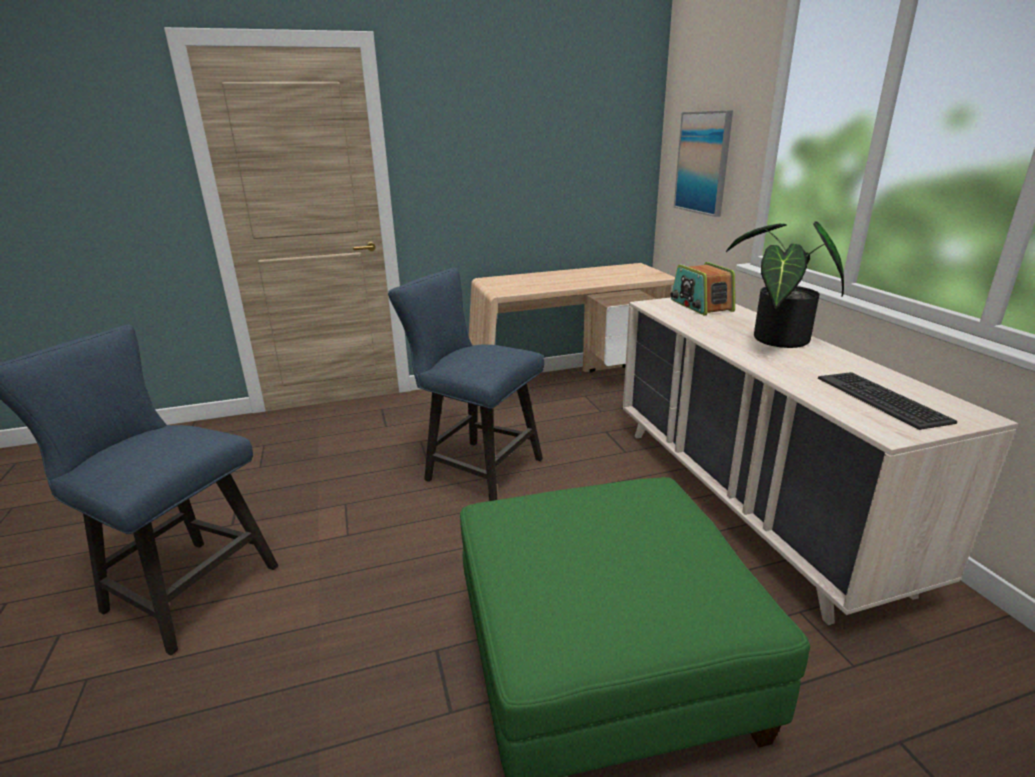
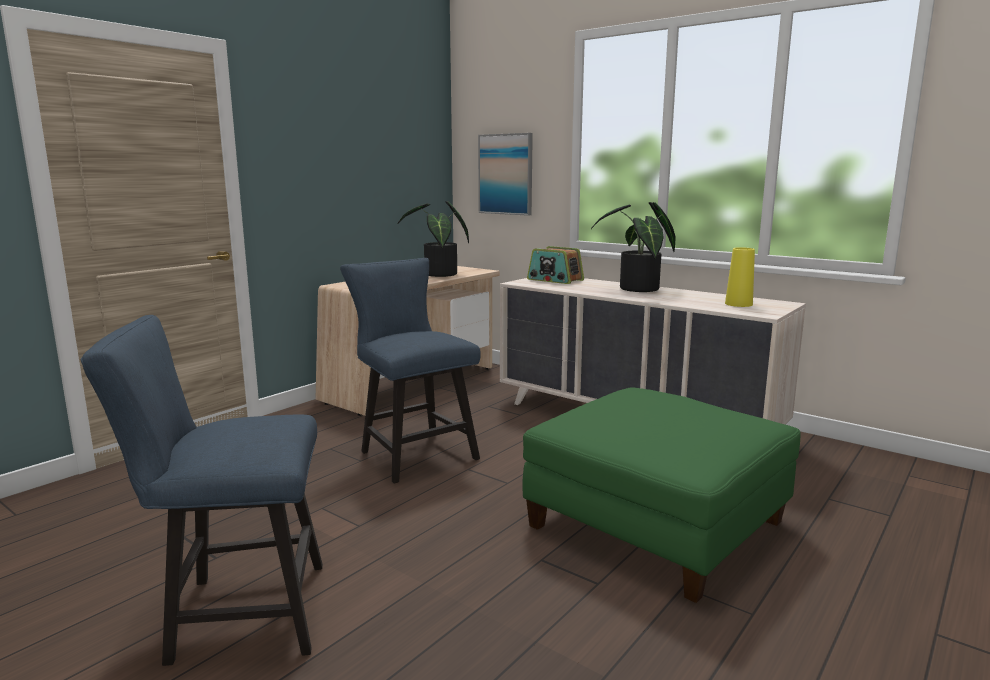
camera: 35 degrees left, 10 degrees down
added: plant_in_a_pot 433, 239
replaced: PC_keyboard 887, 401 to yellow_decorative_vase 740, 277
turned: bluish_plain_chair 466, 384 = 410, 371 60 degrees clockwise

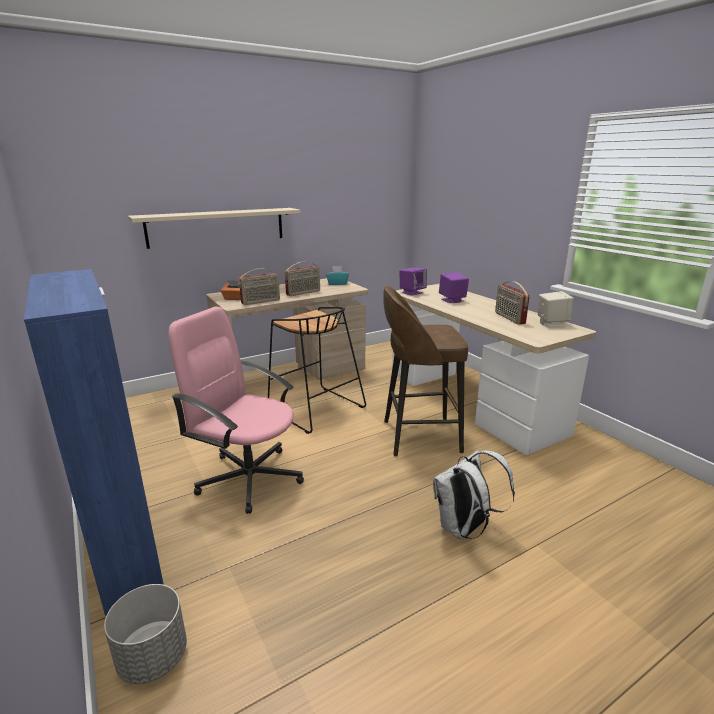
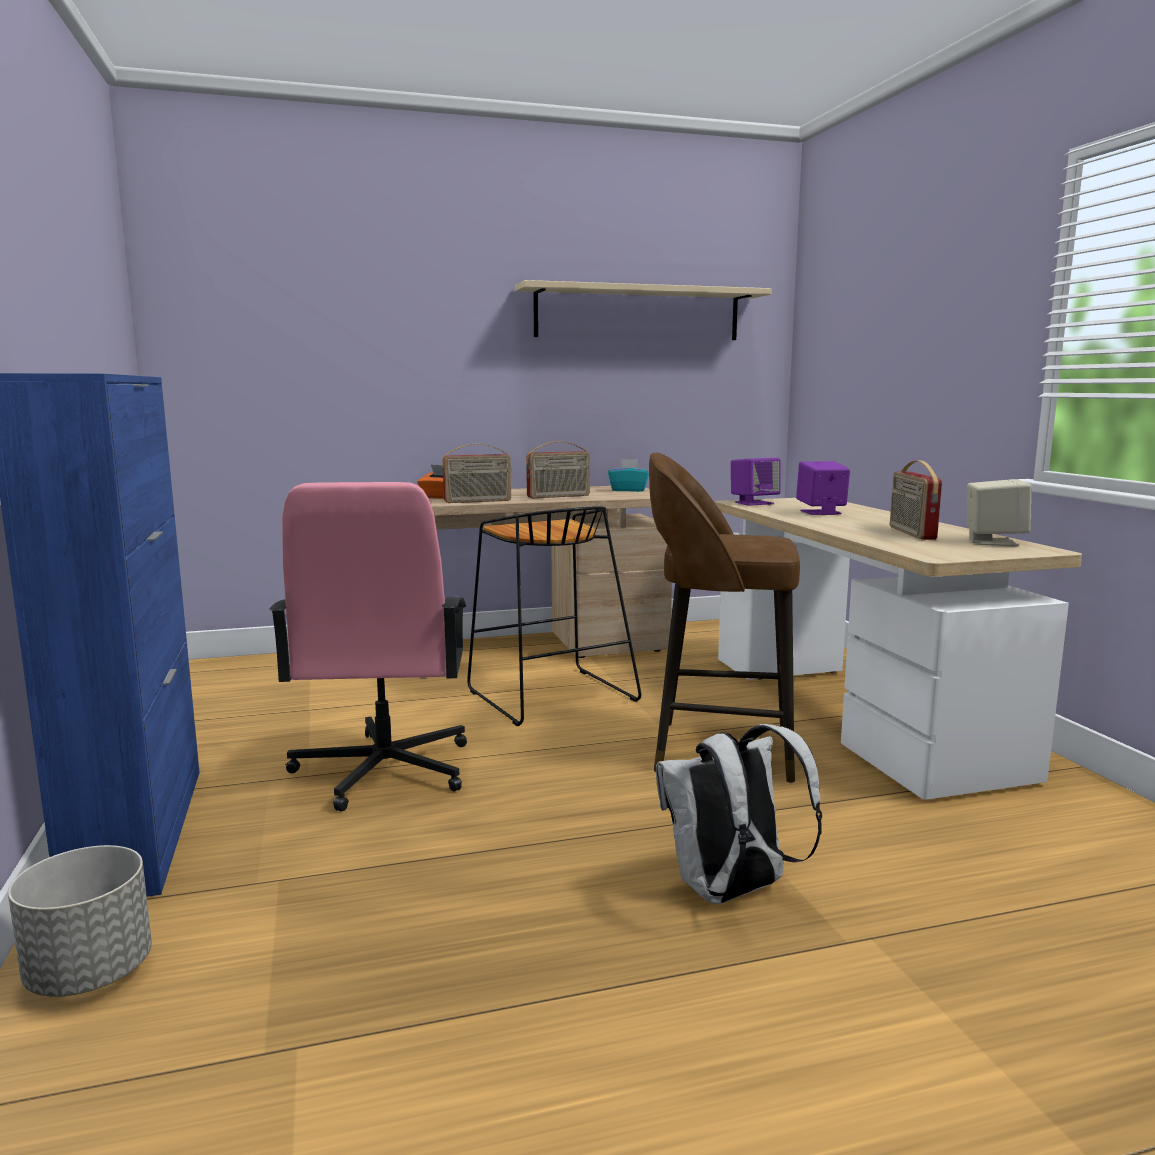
camera: 15 degrees right, 10 degrees down
moved: beige-coloured_wall_shelf 214, 228 to 643, 310
turned: pink-coloured_computer_chair 236, 410 = 368, 646 135 degrees counterclockwise

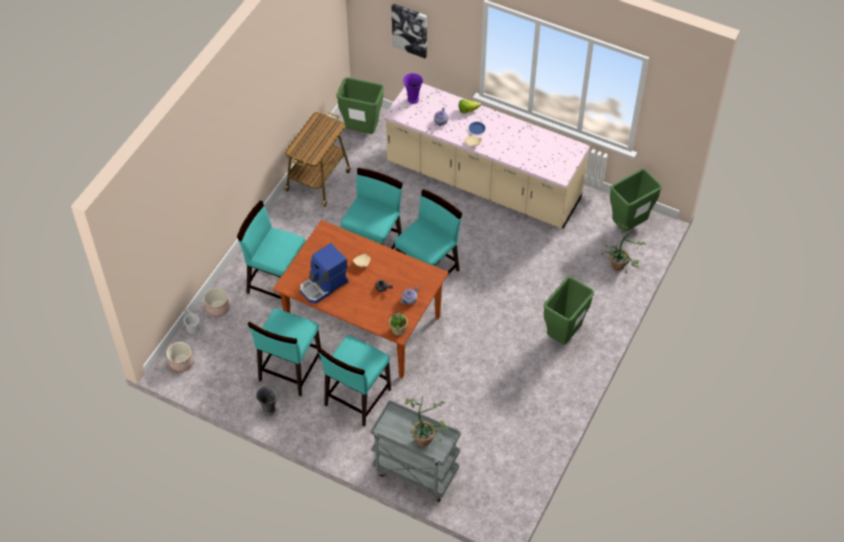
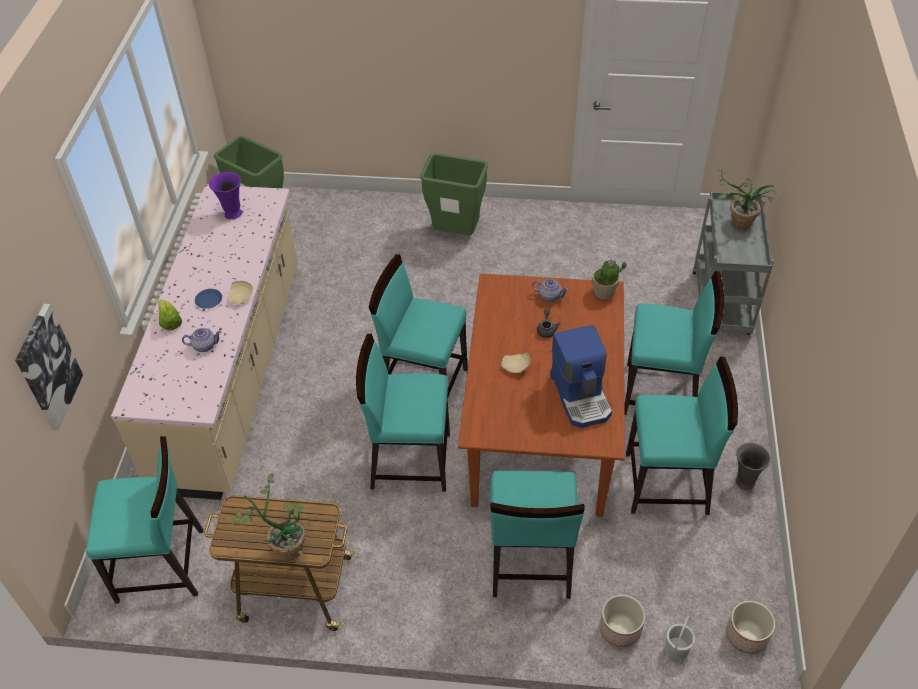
camera: 110 degrees left, 5 degrees down
moved: purple_decorative_vase 413, 88 to 225, 195; plant_in_a_pot 623, 248 to 272, 517
replaced: green-coloured_waste_bin 360, 105 to blue-green_plain_chair 144, 520
turned: coffee_machine 324, 273 = 581, 376 45 degrees clockwise

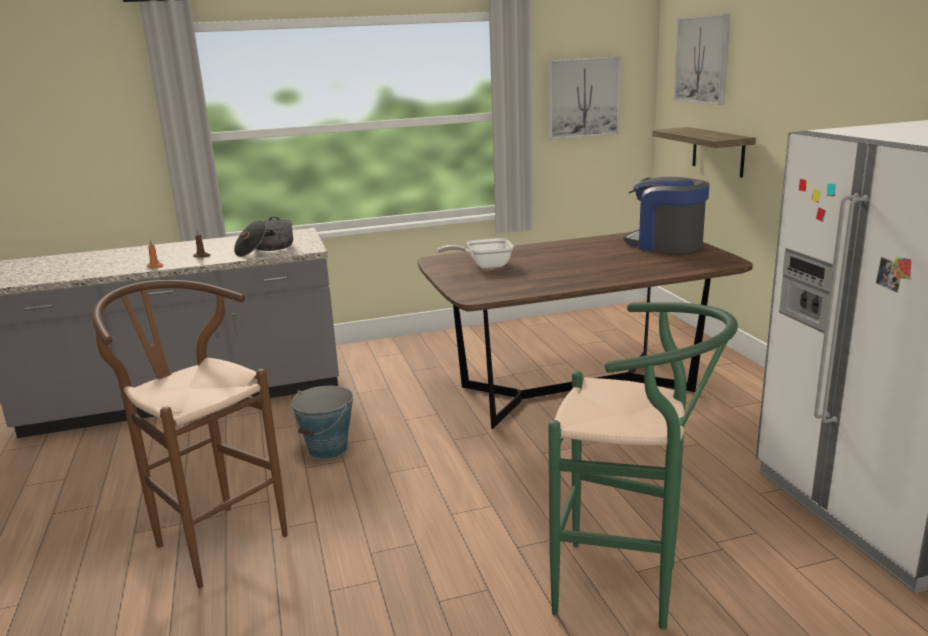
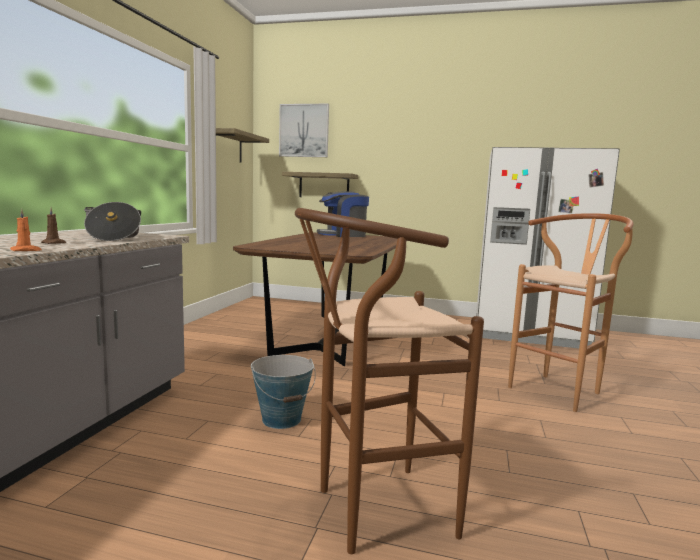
camera: 60 degrees left, 10 degrees down
removed: skillet 475, 253
replaced: picture 584, 98 to wall_shelf 242, 145
recoloured: green-coloured_stool 643, 466 to brownish_stool 570, 312

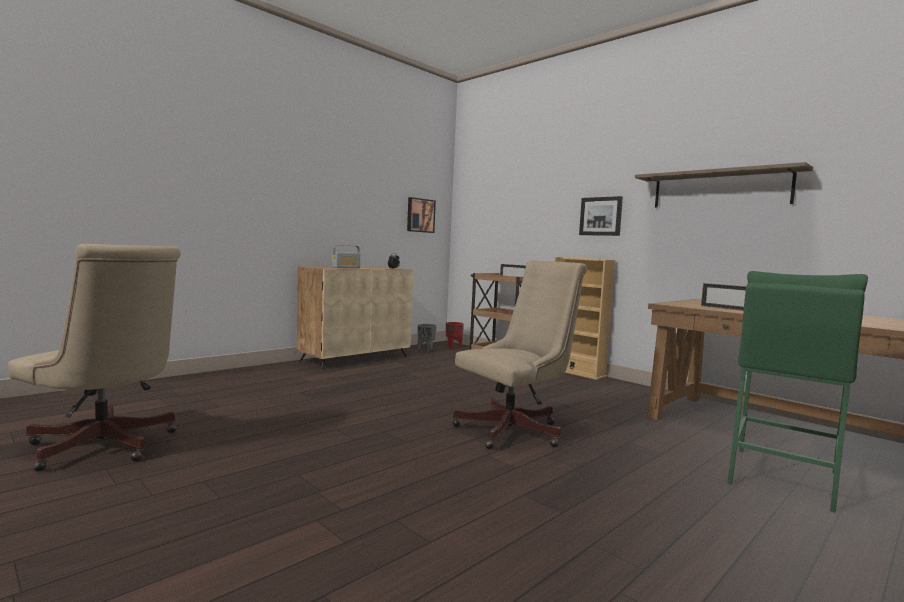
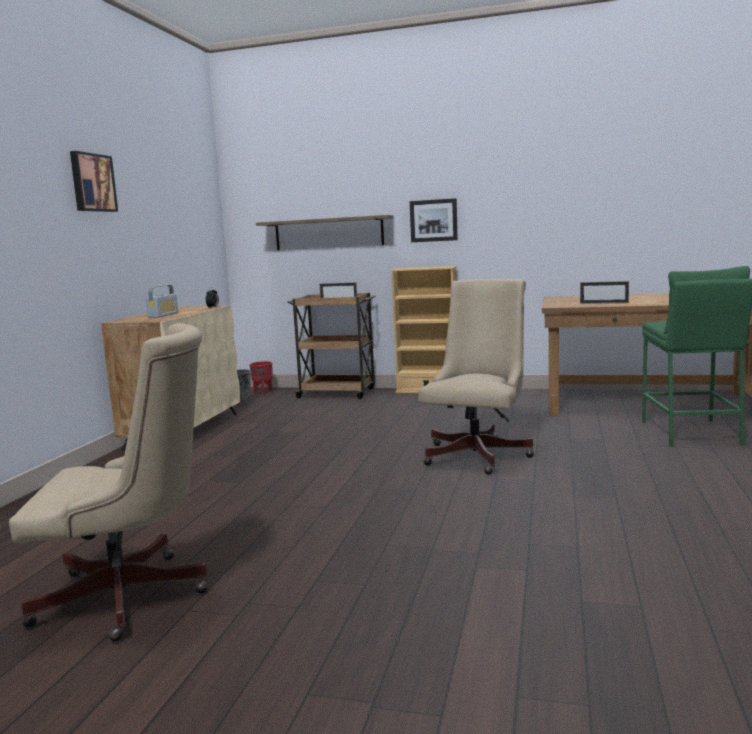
camera: 30 degrees left, 5 degrees up
moved: wall_shelf 724, 185 to 325, 232; picture 421, 215 to 94, 181

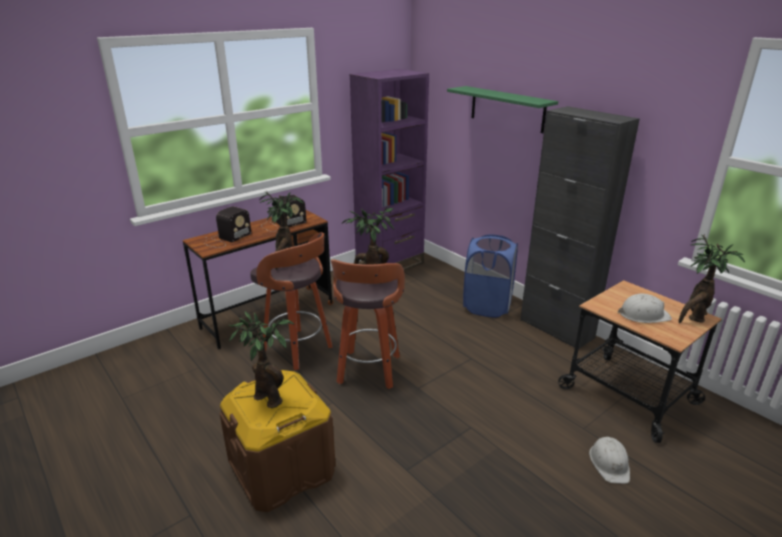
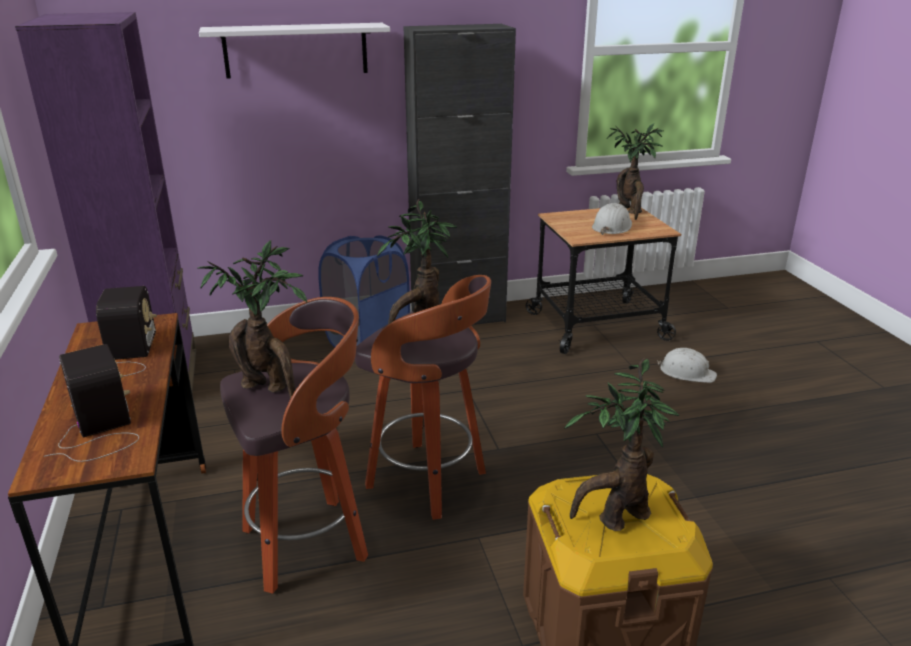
camera: 65 degrees left, 0 degrees up
recoloured: green-coloured_wall_shelf 502, 109 to white_wall_shelf 294, 50

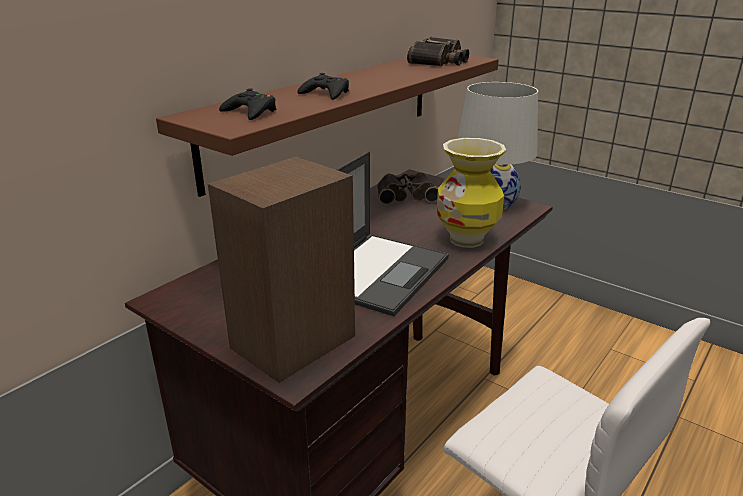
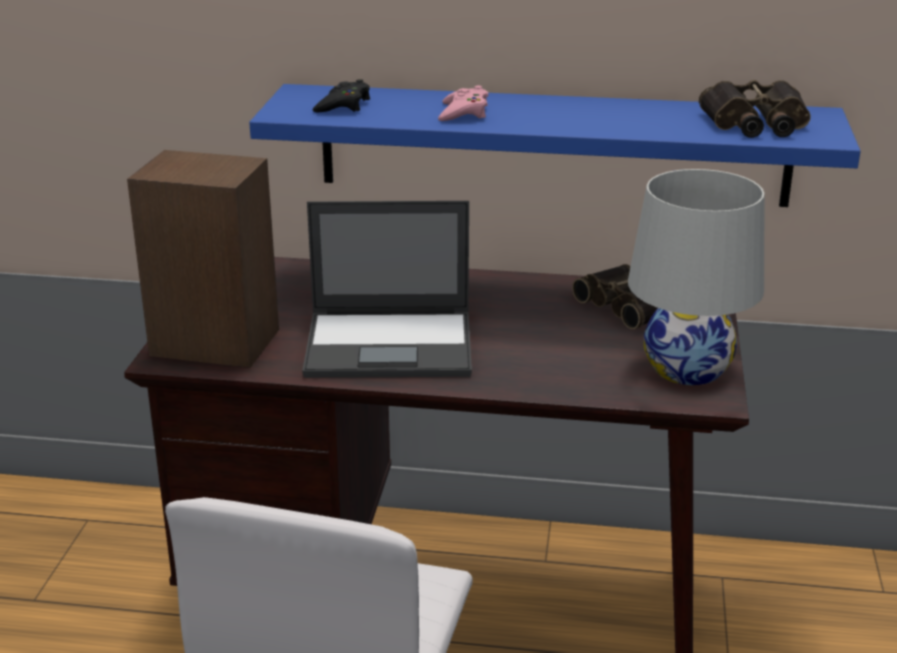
camera: 60 degrees right, 0 degrees up
removed: decorative_vase 471, 193
recoloured: brownish_wall_shelf 327, 126 to bluish_wall_shelf 555, 145; black-coloured_joypad 323, 86 to pink-coloured_joypad 463, 103

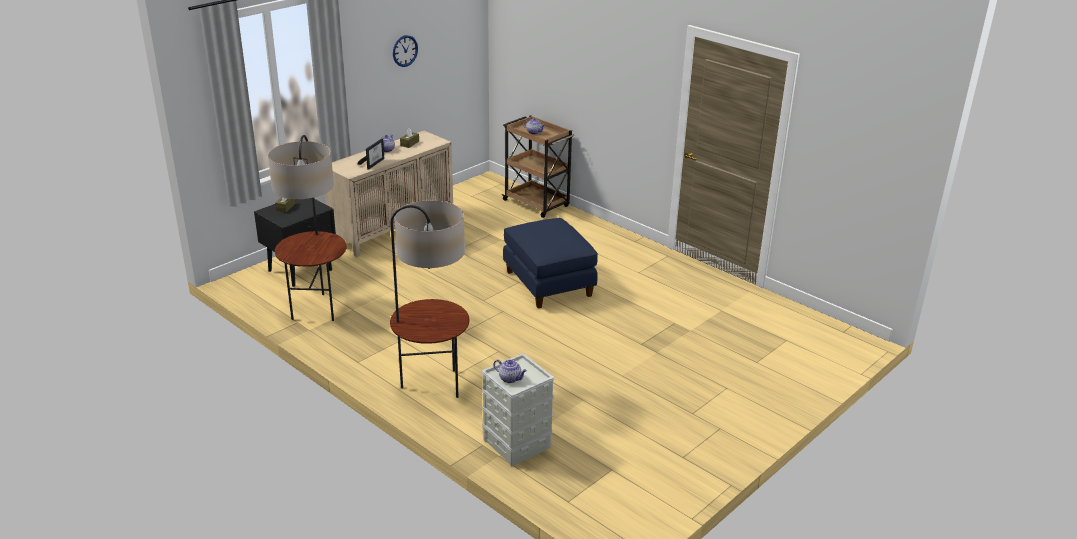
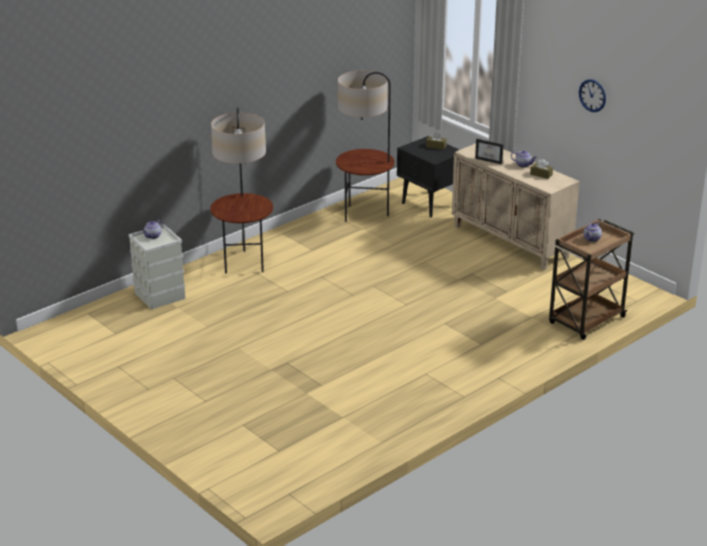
camera: 95 degrees right, 0 degrees up
removed: bluish_footrest 550, 263

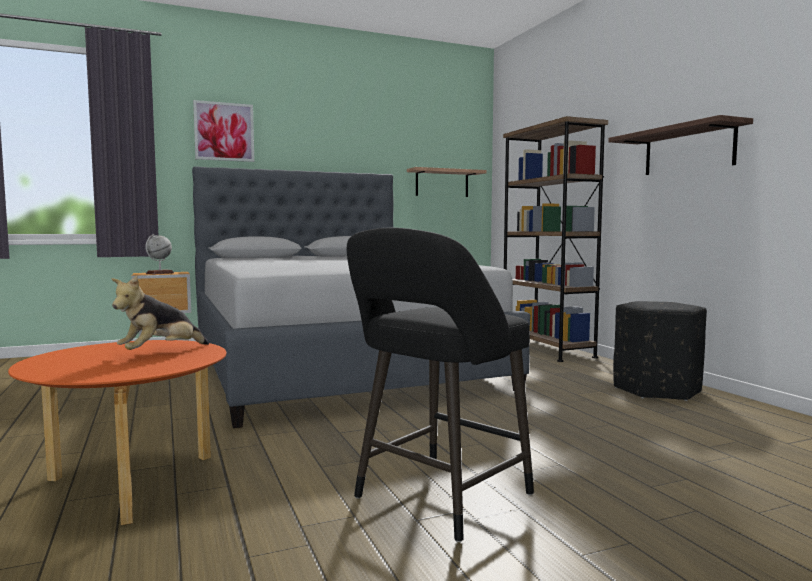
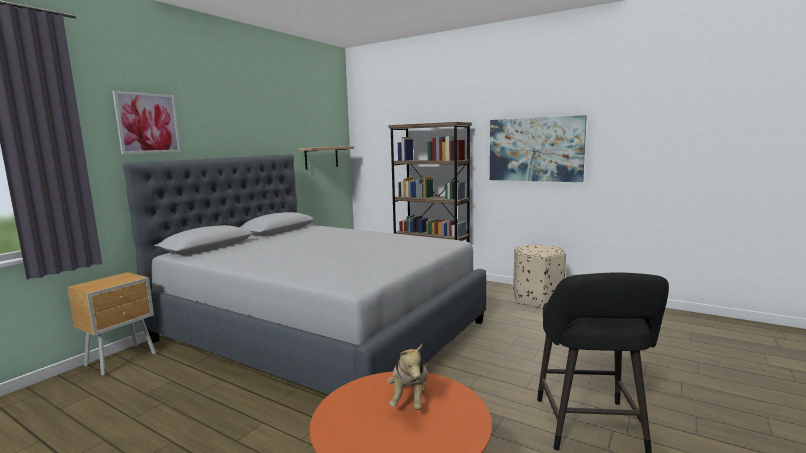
camera: 35 degrees left, 5 degrees up
removed: desk_globe 159, 254
replaced: wall_shelf 680, 145 to picture 538, 148
recoloured: black-coloured_footrest 660, 351 to beige-coloured_footrest 539, 276

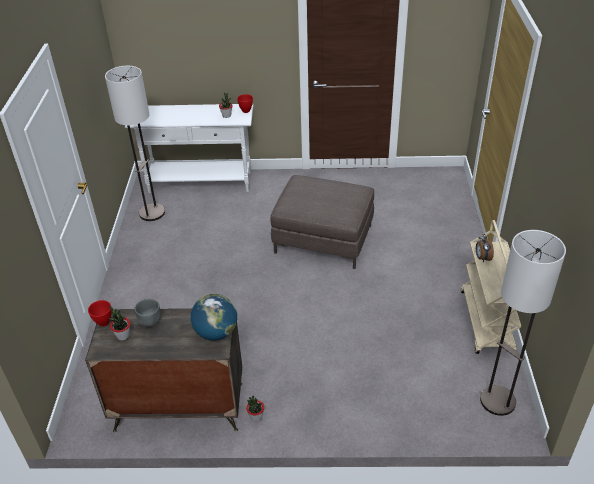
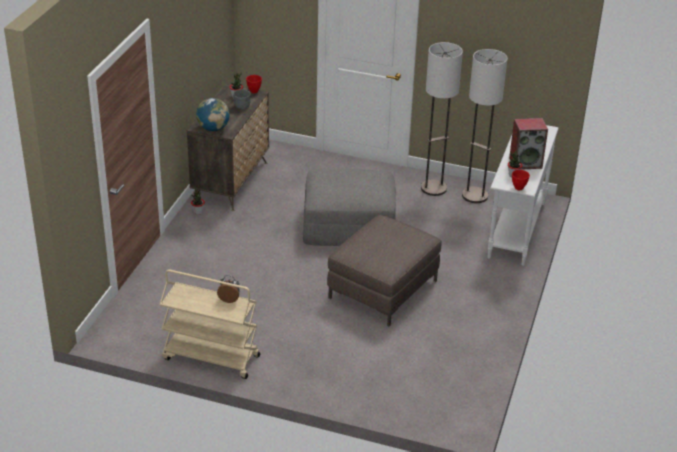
camera: 105 degrees right, 5 degrees down
added: speaker 528, 144; grey_footrest 349, 207
moved: standard_lamp 523, 323 to 442, 119

